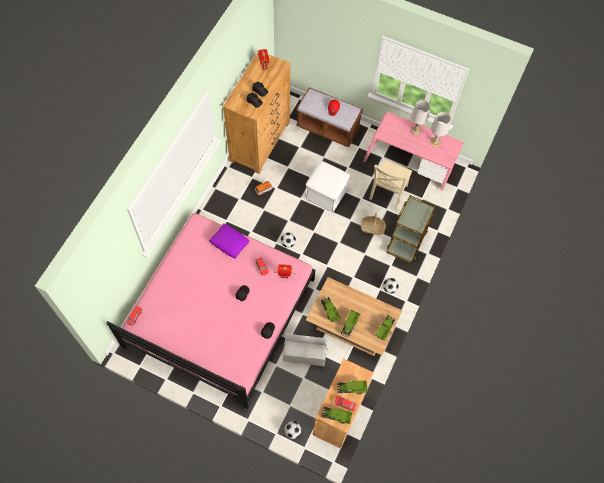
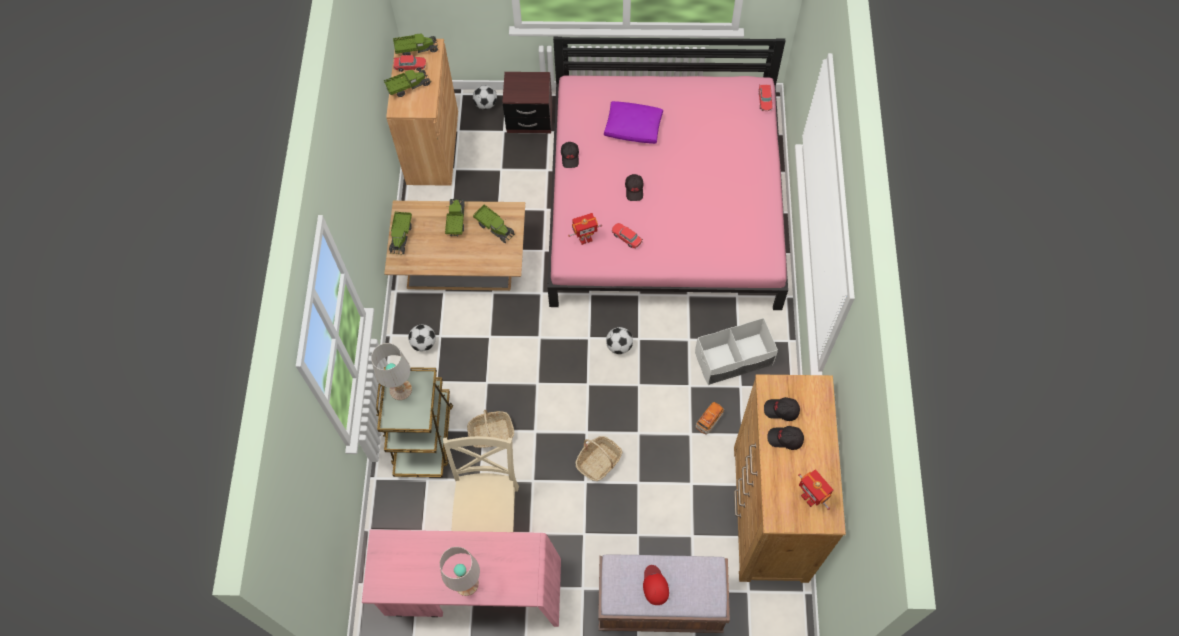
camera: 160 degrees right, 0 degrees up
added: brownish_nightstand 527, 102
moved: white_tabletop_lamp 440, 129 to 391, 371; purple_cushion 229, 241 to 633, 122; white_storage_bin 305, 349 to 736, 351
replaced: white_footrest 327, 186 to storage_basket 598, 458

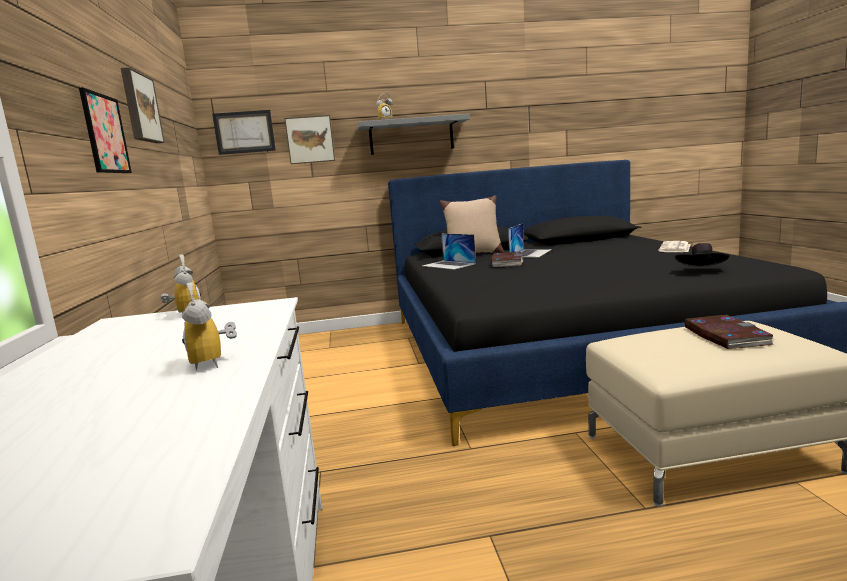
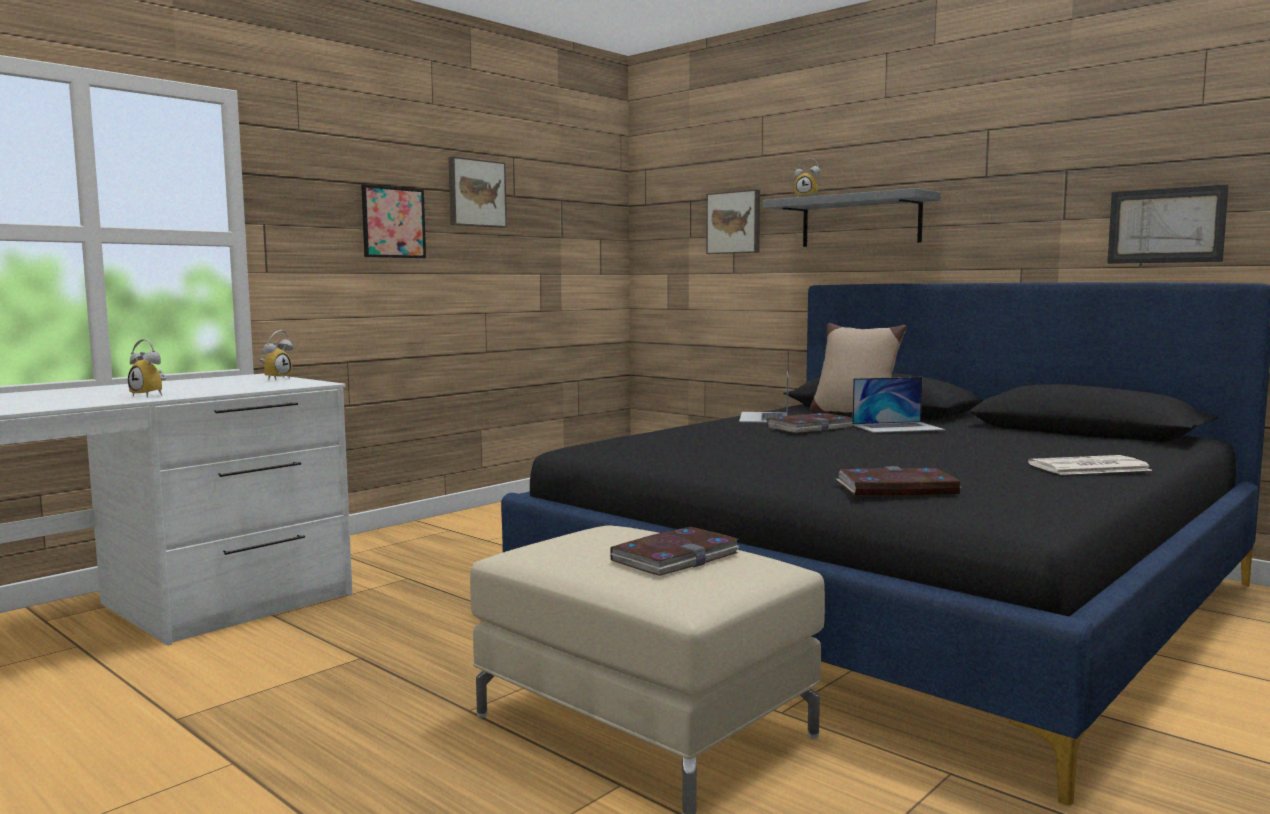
camera: 50 degrees right, 5 degrees down
moved: picture 244, 132 to 1168, 224
replaced: black-coloured_wearable_hat 702, 255 to bound_book 898, 480
turned: table_clock 209, 326 = 147, 368 90 degrees counterclockwise

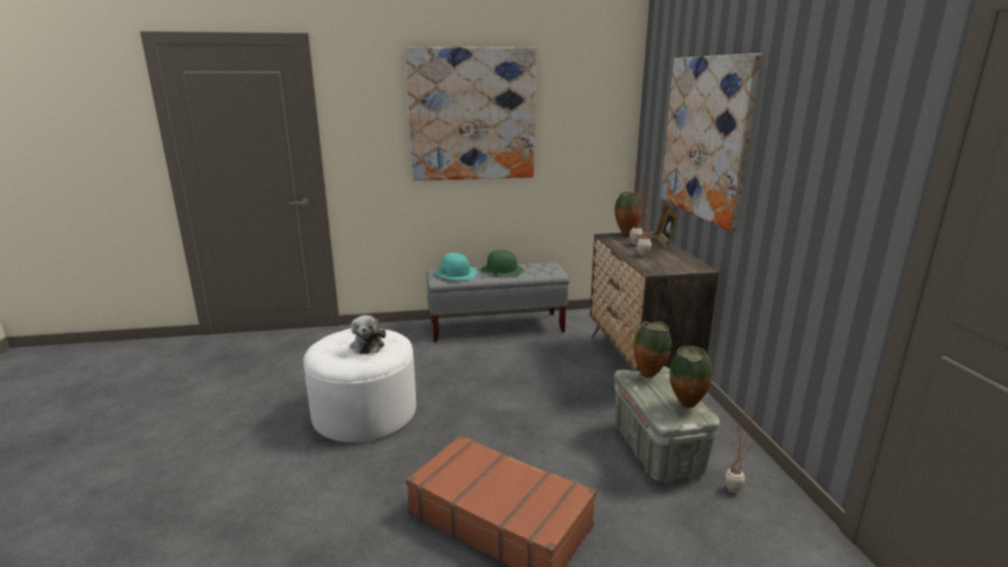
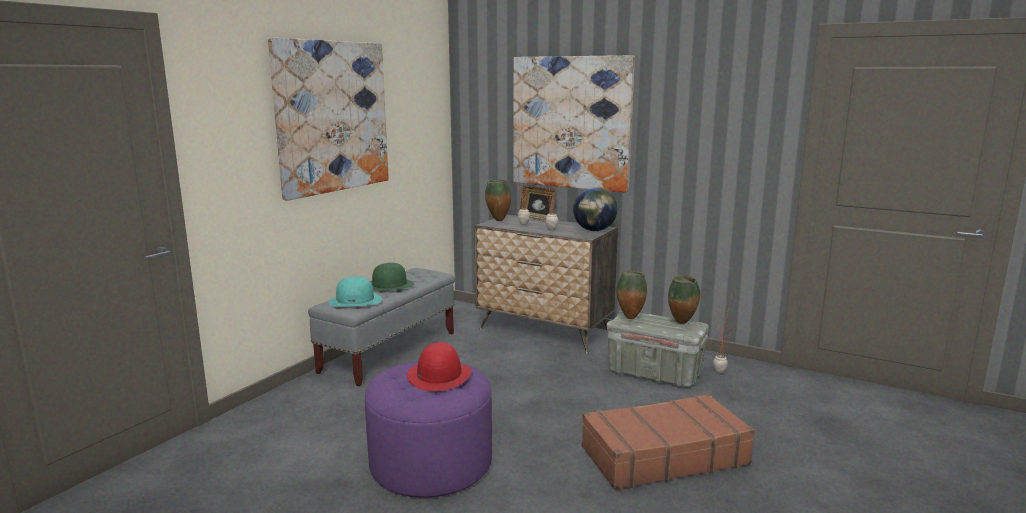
camera: 50 degrees left, 5 degrees down
added: desk_globe 595, 209
replaced: plush_toy 368, 334 to reddish_wearable_hat 439, 366
recoloured: white_footrest 359, 385 to purple_footrest 428, 429

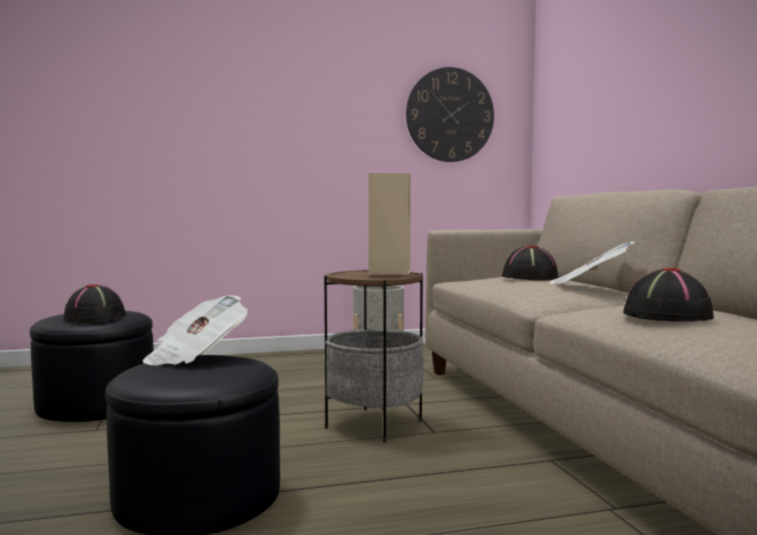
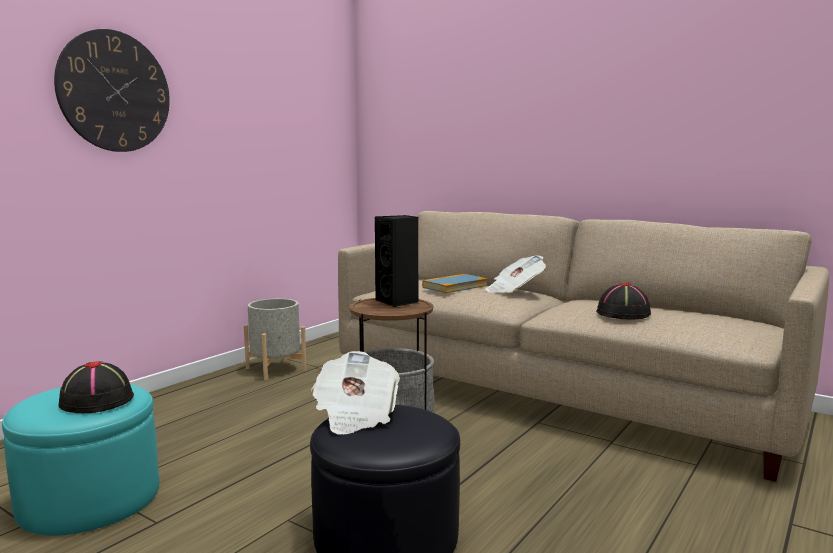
camera: 40 degrees left, 5 degrees up
moved: clock_on_the_wall 450, 114 to 112, 90
replaced: black-coloured_wearable_hat 530, 263 to bound_book 454, 283
recoloured: beige-coloured_speaker 389, 224 to black-coloured_speaker 397, 261; black-coloured_footrest 92, 366 to blue-green_footrest 80, 460

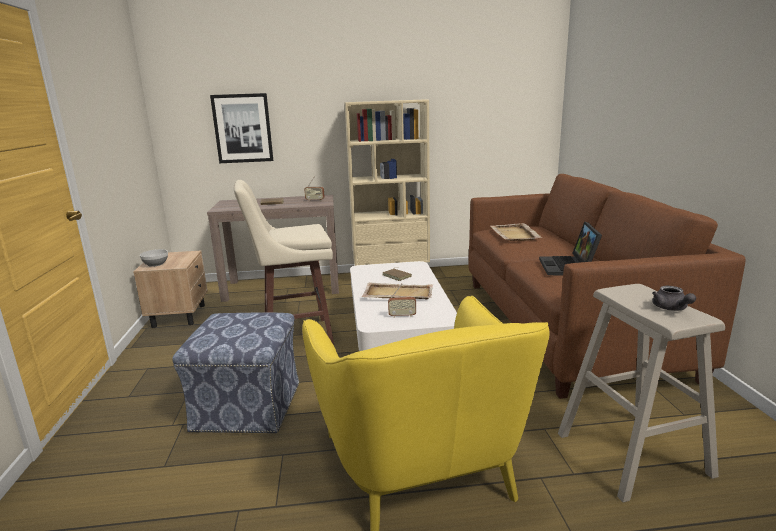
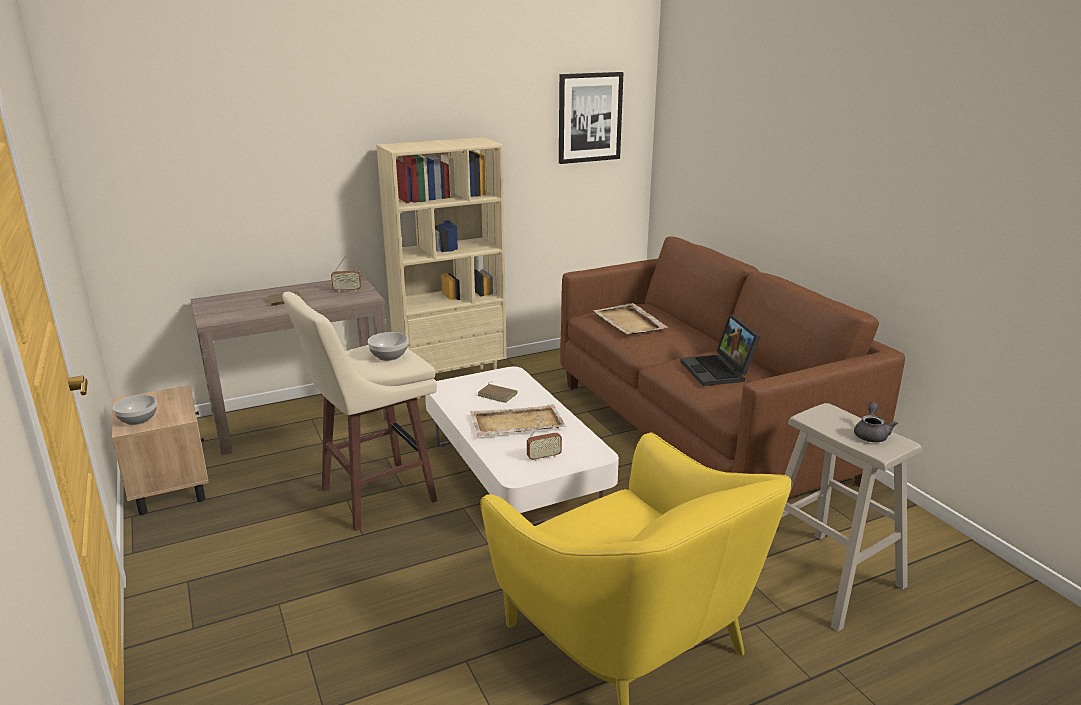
camera: 20 degrees left, 5 degrees up
removed: footrest 235, 372
added: deep_dish 388, 346
moved: picture 241, 128 to 591, 118
turned: grey_pot_for_tea 674, 298 = 876, 422 135 degrees counterclockwise

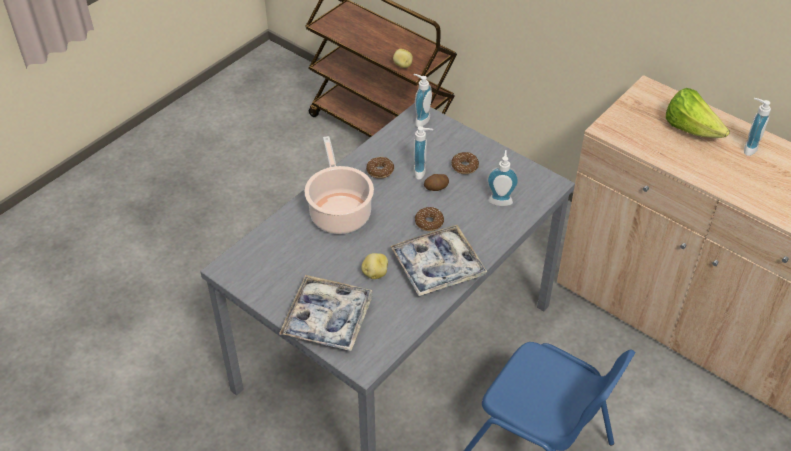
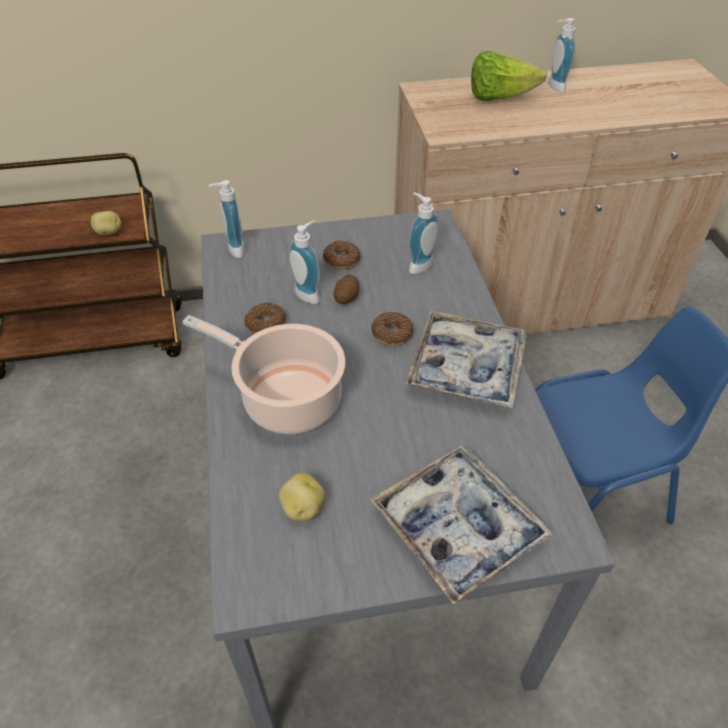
camera: 50 degrees left, 0 degrees up
moved: spud 374, 266 to 302, 497

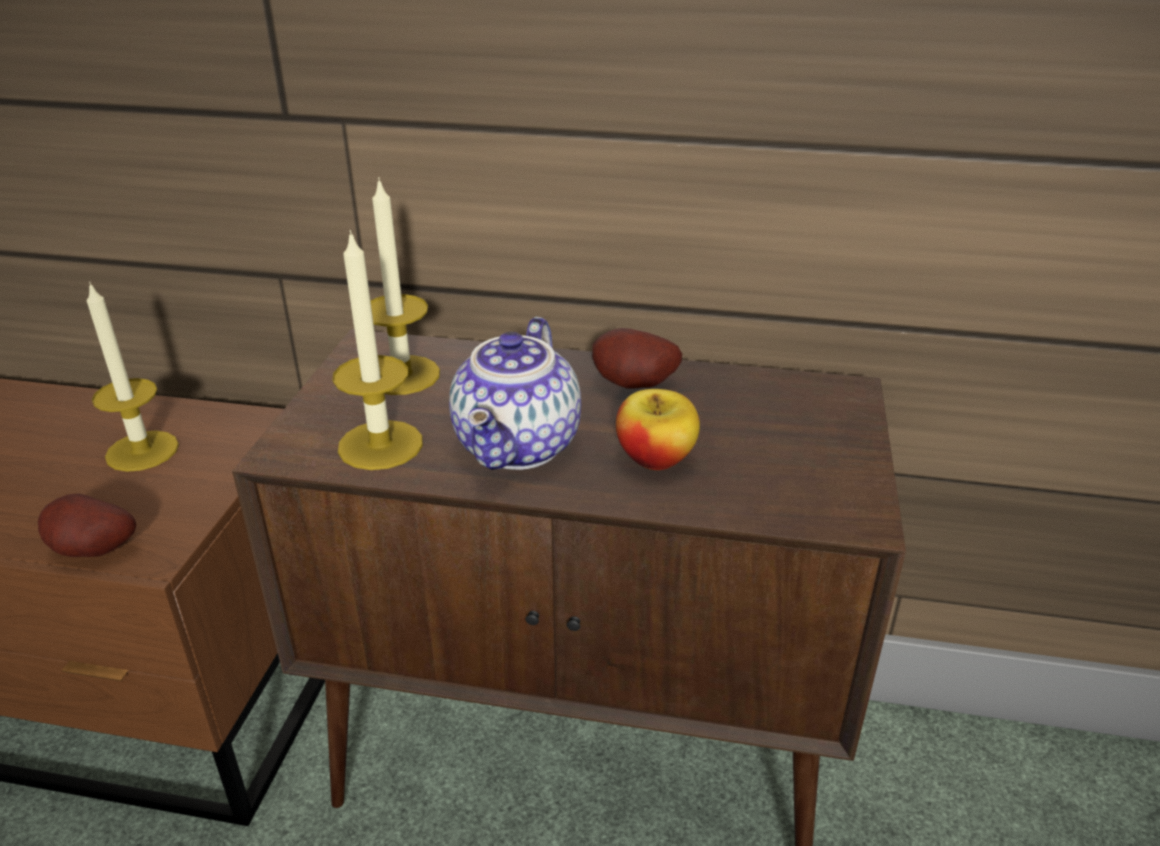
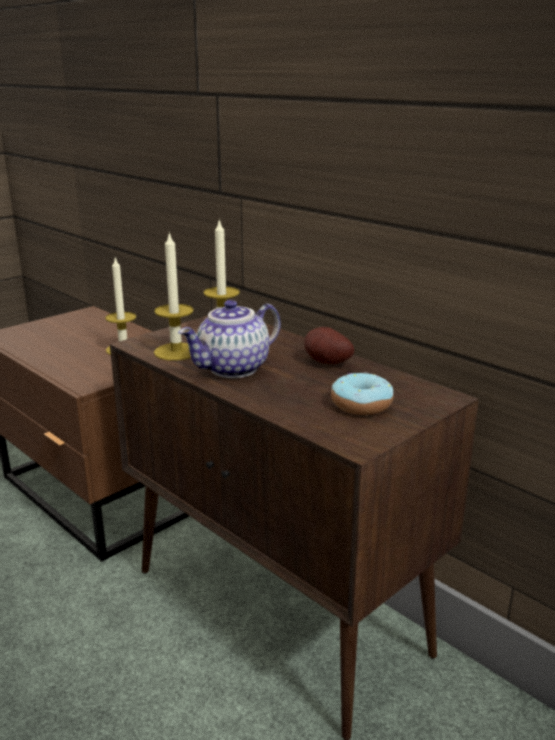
camera: 35 degrees right, 10 degrees down
removed: whole_apple 658, 429; spud 87, 525
added: doughnut 362, 393

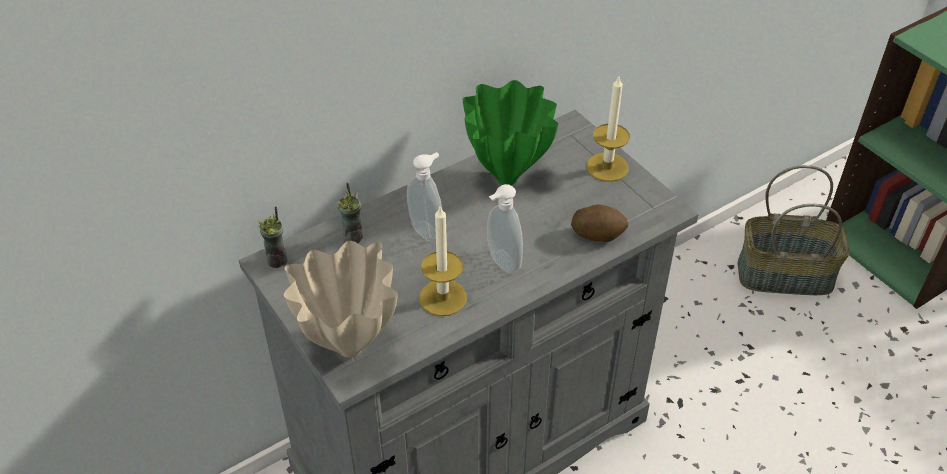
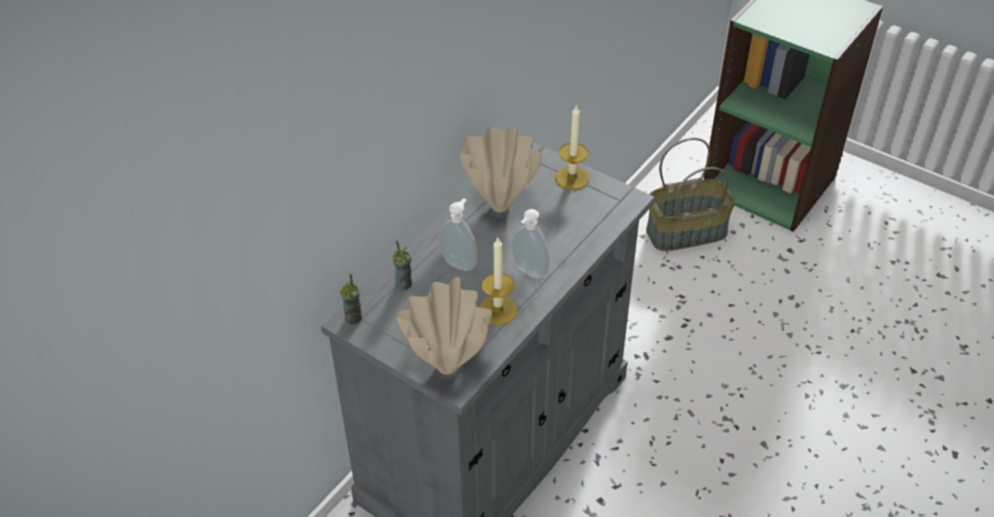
camera: 20 degrees left, 0 degrees up
removed: spud 600, 223
recoloured: green-coloured_decorative_vase 510, 132 to beige-coloured_decorative_vase 500, 169

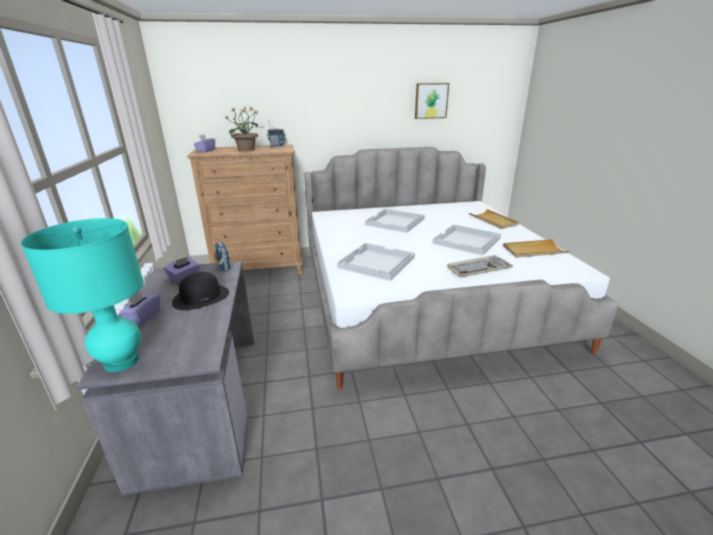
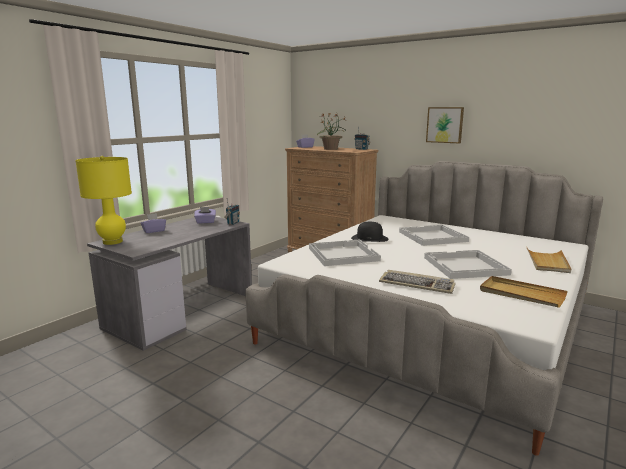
camera: 45 degrees right, 10 degrees down
moved: picture 432, 101 to 445, 125; black-coloured_wearable_hat 200, 291 to 369, 232
recoloured: blue-green_tabletop_lamp 82, 295 to yellow_tabletop_lamp 103, 200

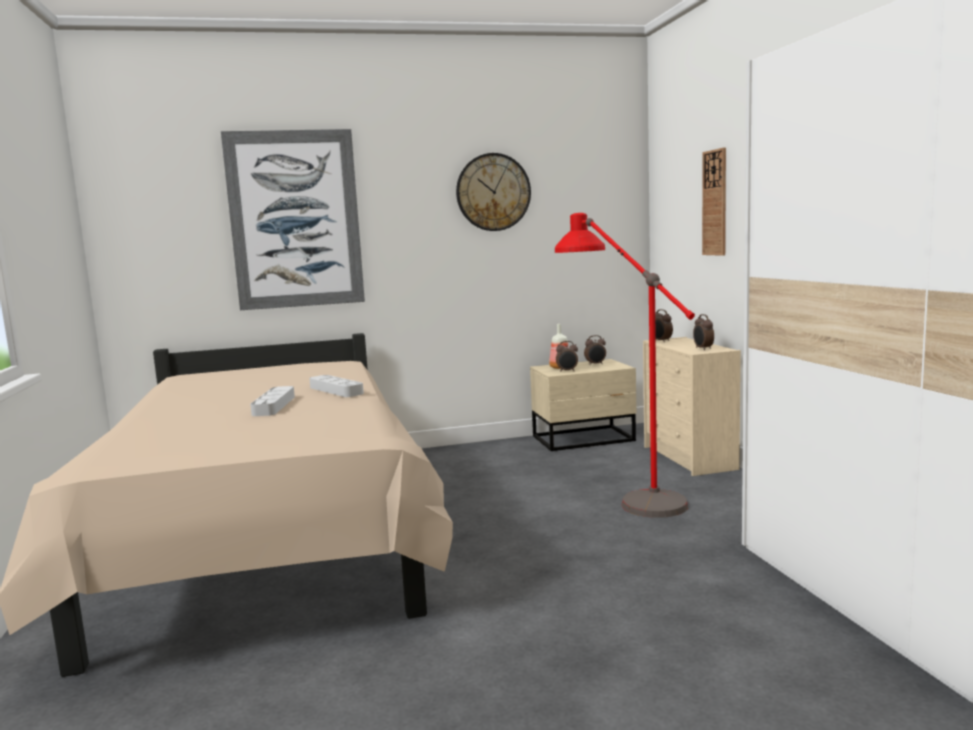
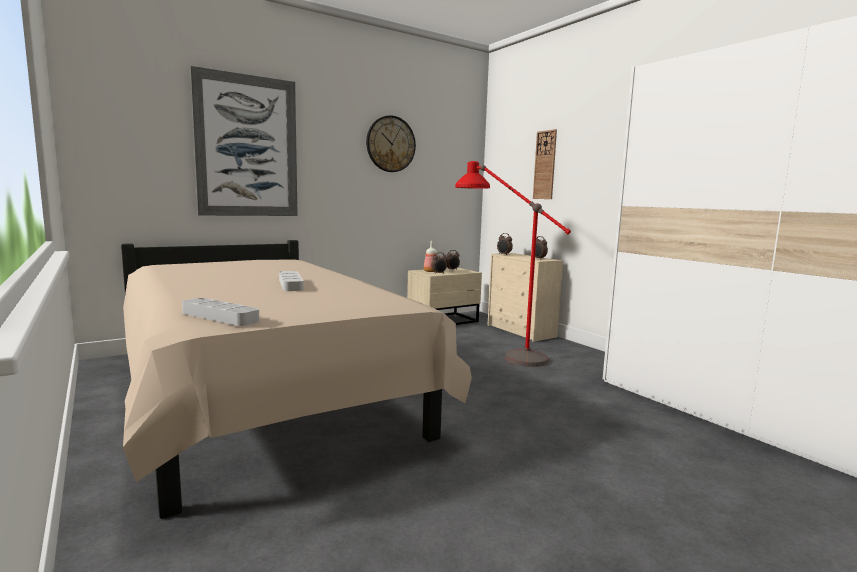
camera: 20 degrees left, 0 degrees up
moved: grey_carrying_tray 336, 386 to 220, 312

